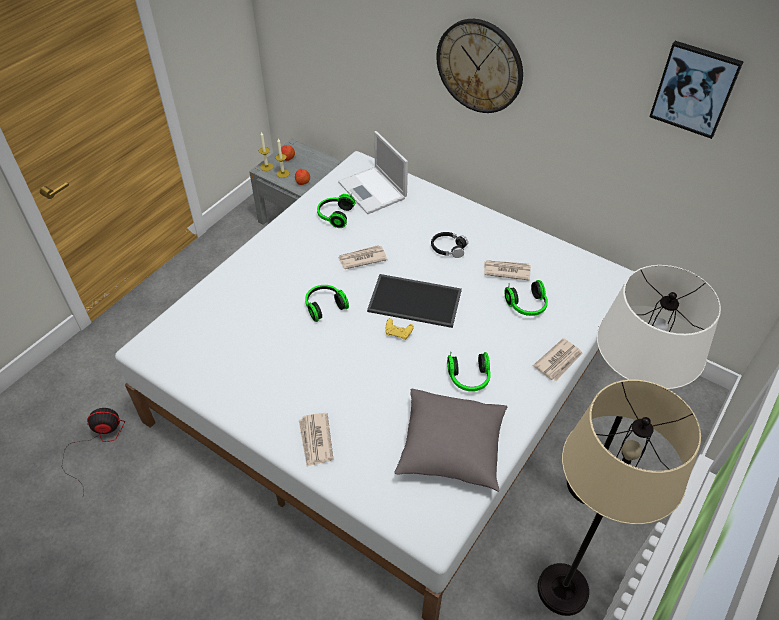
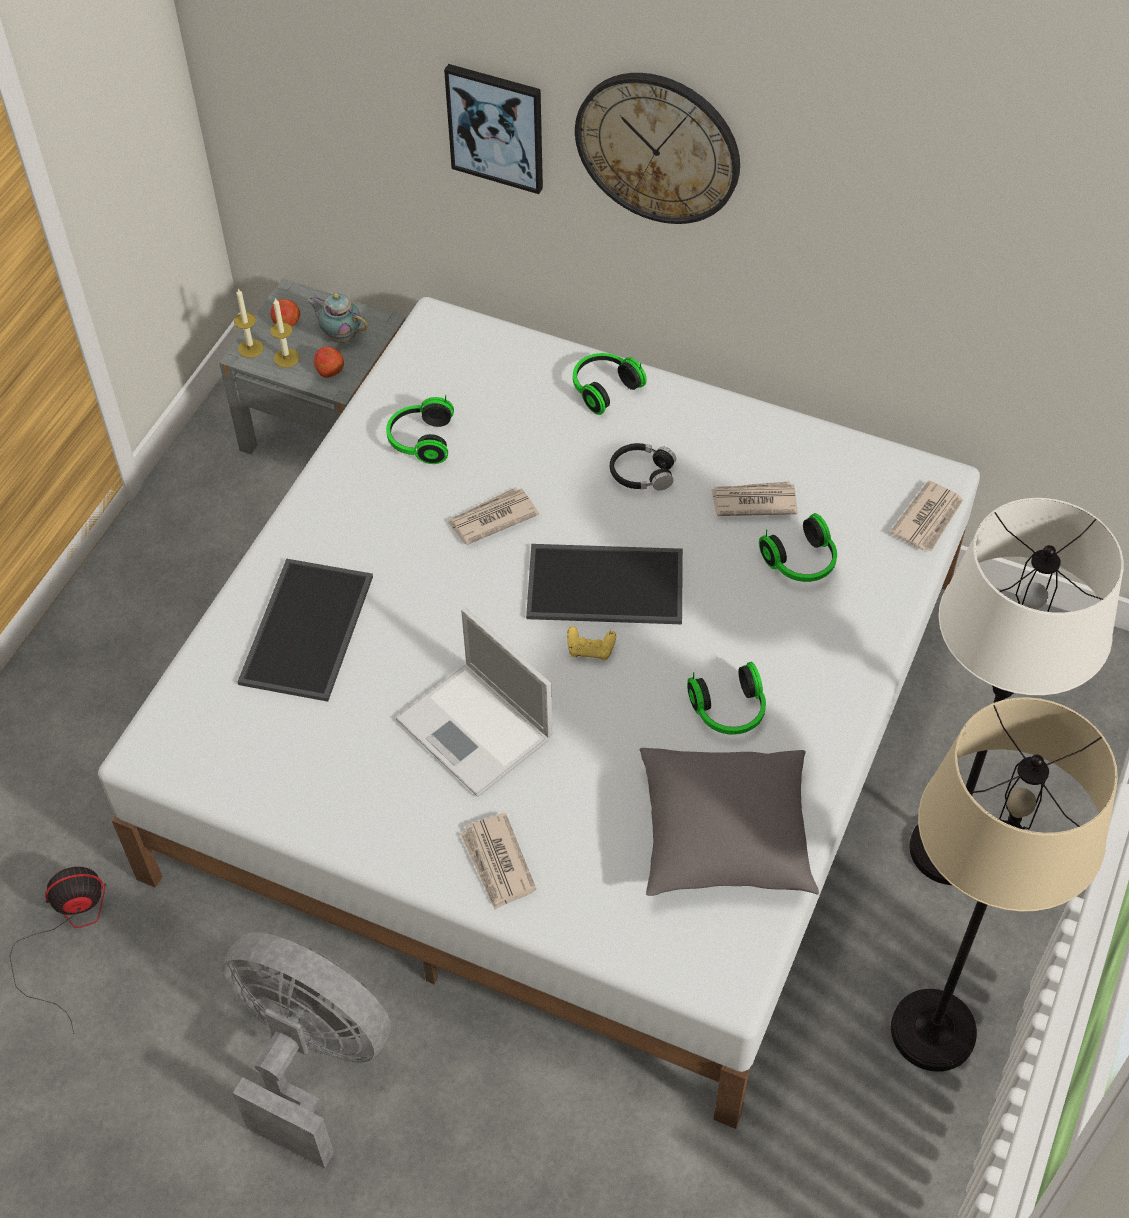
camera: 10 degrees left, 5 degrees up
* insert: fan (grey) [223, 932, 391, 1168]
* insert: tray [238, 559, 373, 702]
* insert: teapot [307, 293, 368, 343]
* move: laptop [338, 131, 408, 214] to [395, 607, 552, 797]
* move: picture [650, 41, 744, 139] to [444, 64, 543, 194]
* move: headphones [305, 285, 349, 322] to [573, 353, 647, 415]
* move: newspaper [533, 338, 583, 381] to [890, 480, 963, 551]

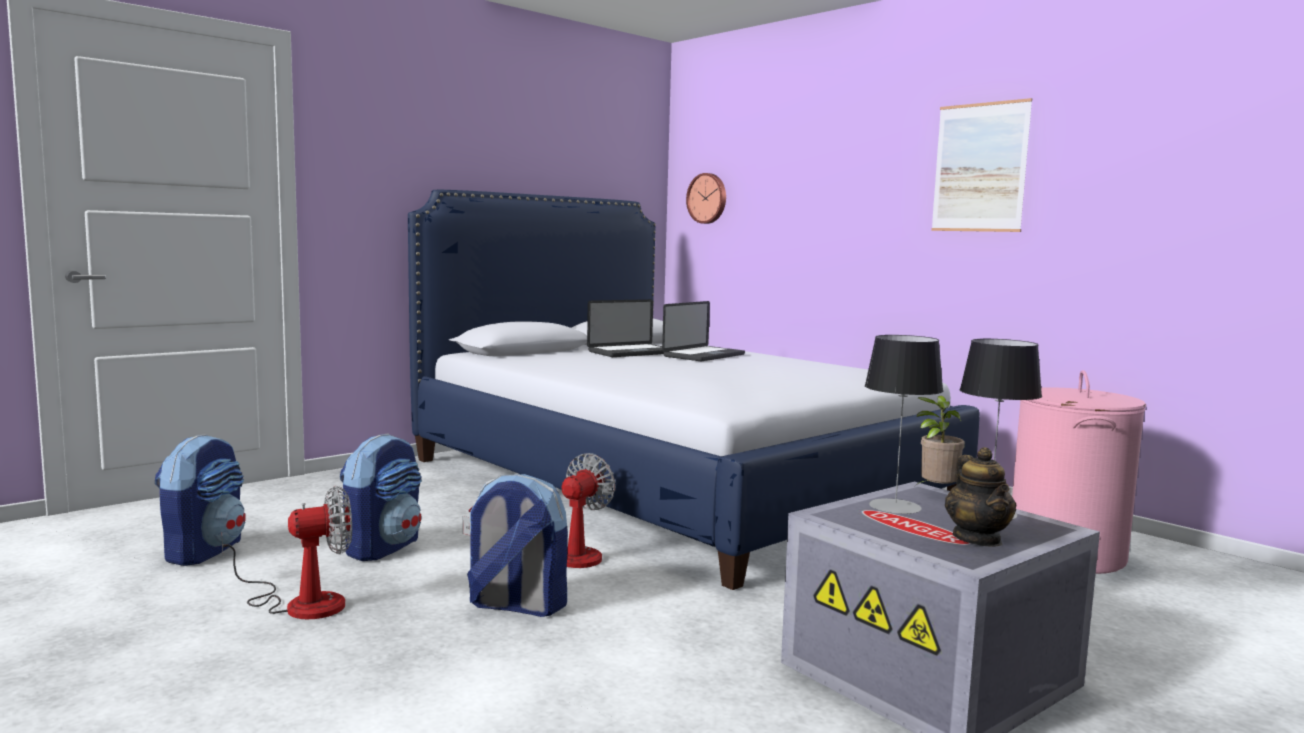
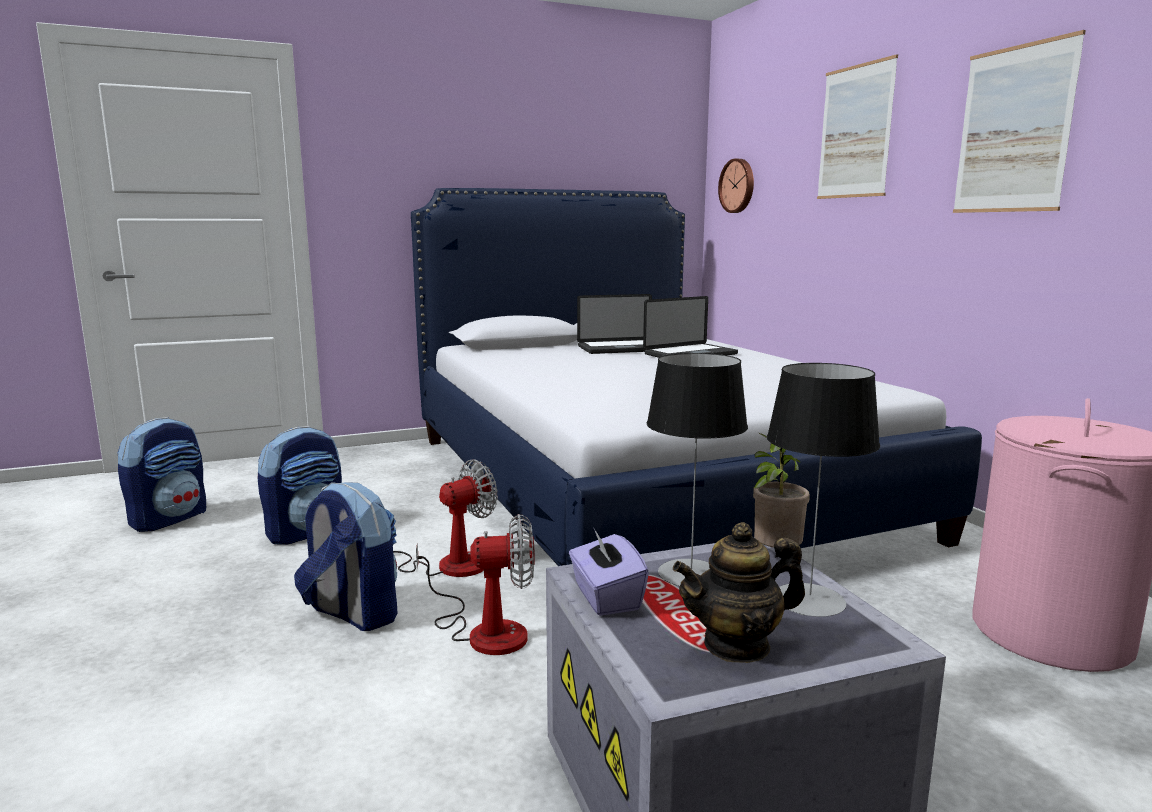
camera: 20 degrees right, 5 degrees up
* move: fan [221, 486, 352, 619] to [416, 514, 535, 655]
* insert: tissue box (purple) [569, 529, 649, 616]
* rotate: teapot [945, 447, 1017, 547] = [673, 522, 805, 663] 60 degrees clockwise
* insert: picture [817, 54, 898, 199]

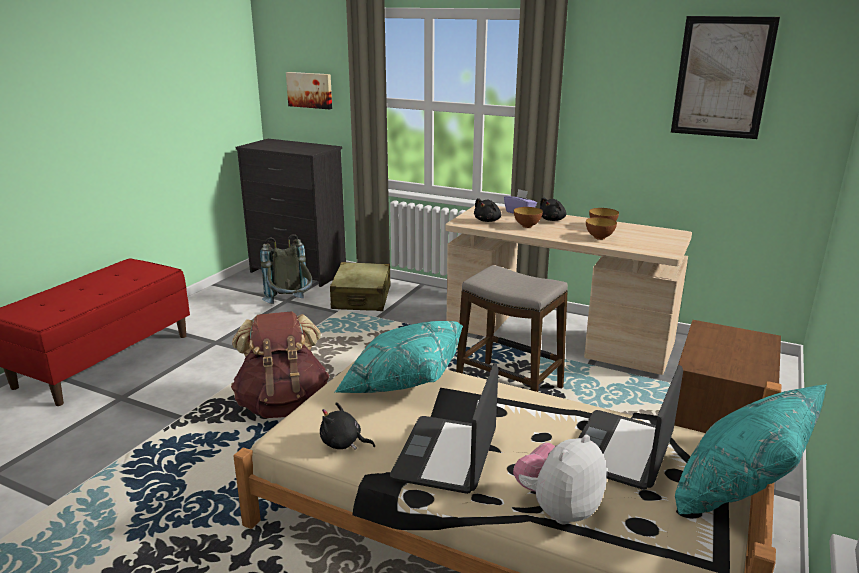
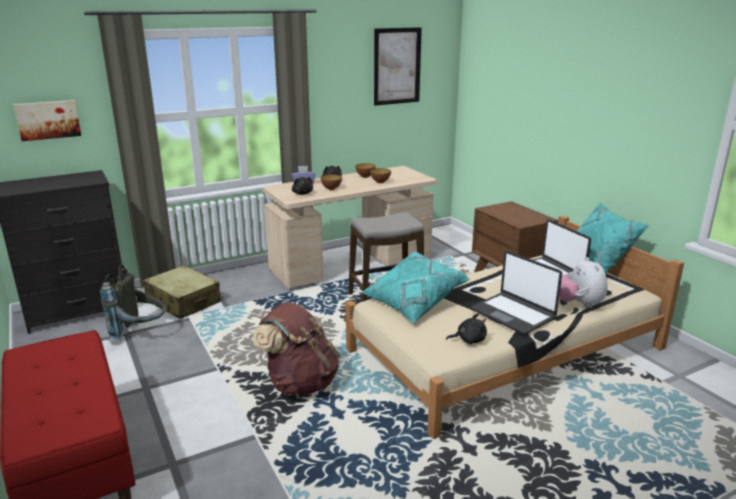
camera: 55 degrees left, 0 degrees up
* rotate: plush toy (black) [320, 402, 375, 450] = [446, 313, 487, 344] 150 degrees counterclockwise

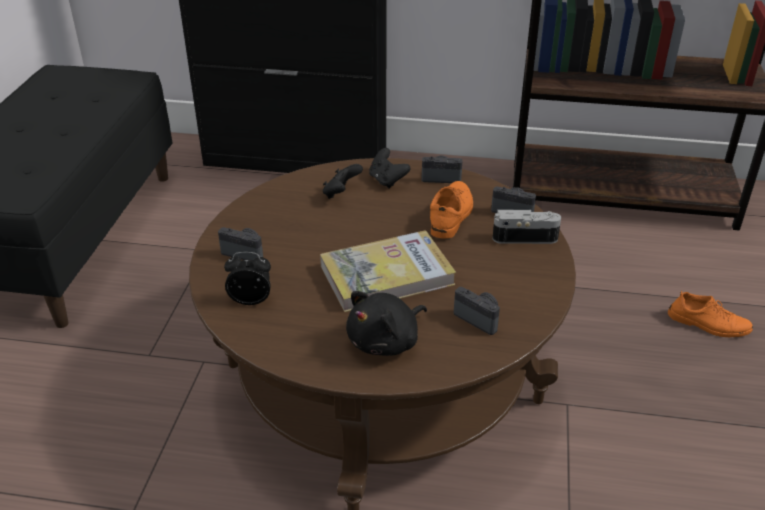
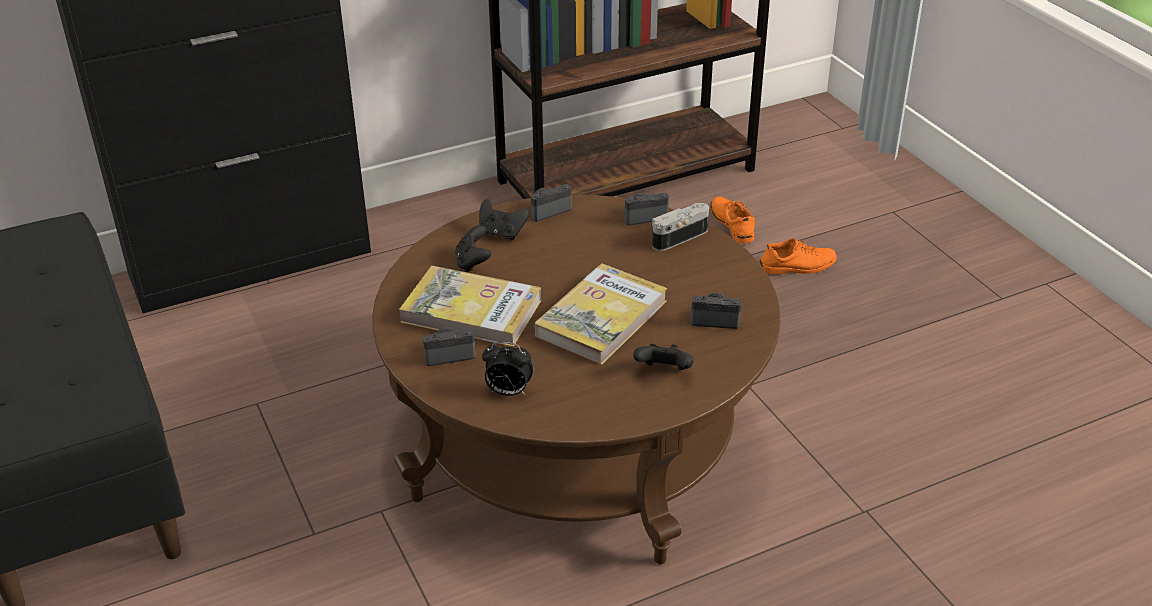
camera: 35 degrees left, 0 degrees up
* insert: book [399, 266, 541, 347]
* rotate: alarm clock [224, 252, 271, 305] = [482, 342, 533, 396] 135 degrees counterclockwise
* replace: plush toy (black) [346, 291, 427, 356] to game controller (black) [633, 344, 694, 370]
* move: shoe (orange) [430, 181, 473, 239] to [711, 197, 755, 244]

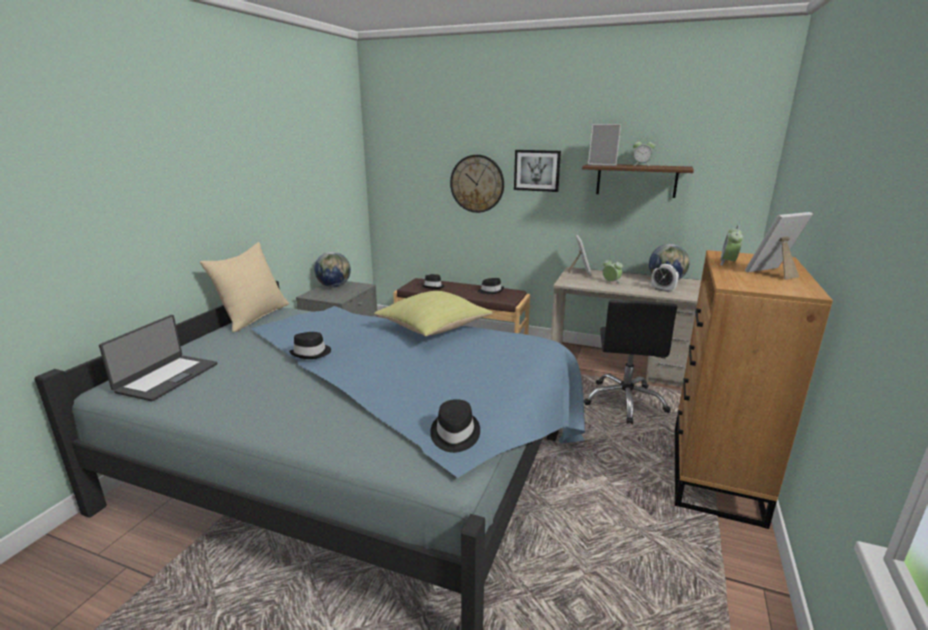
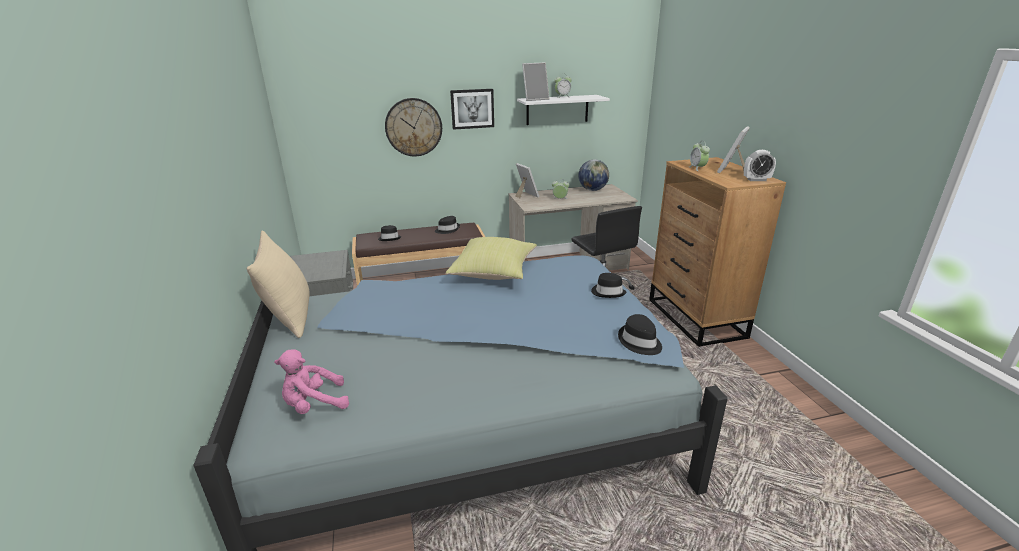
camera: 35 degrees left, 5 degrees up
* replace: laptop [99, 315, 217, 401] to plush toy (pink) [274, 349, 349, 414]
* recolor: shelf (brown) [582, 164, 694, 198] to shelf (white) [517, 95, 610, 125]
* move: hat (black) [289, 332, 331, 359] to [591, 273, 627, 298]
* move: alarm clock [651, 264, 679, 292] to [744, 150, 776, 181]
* delete: globe [314, 252, 351, 287]

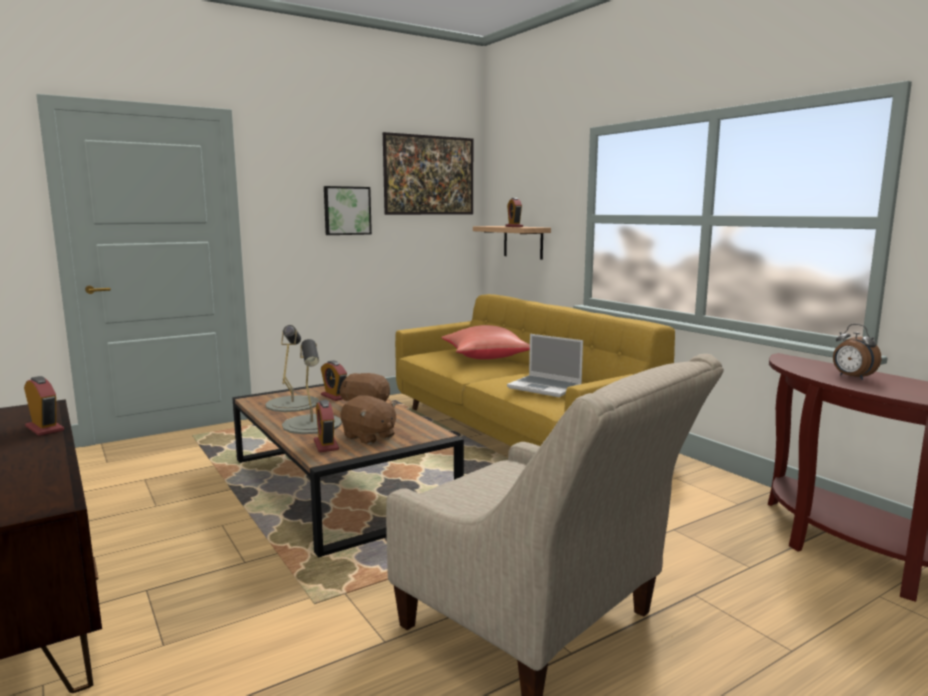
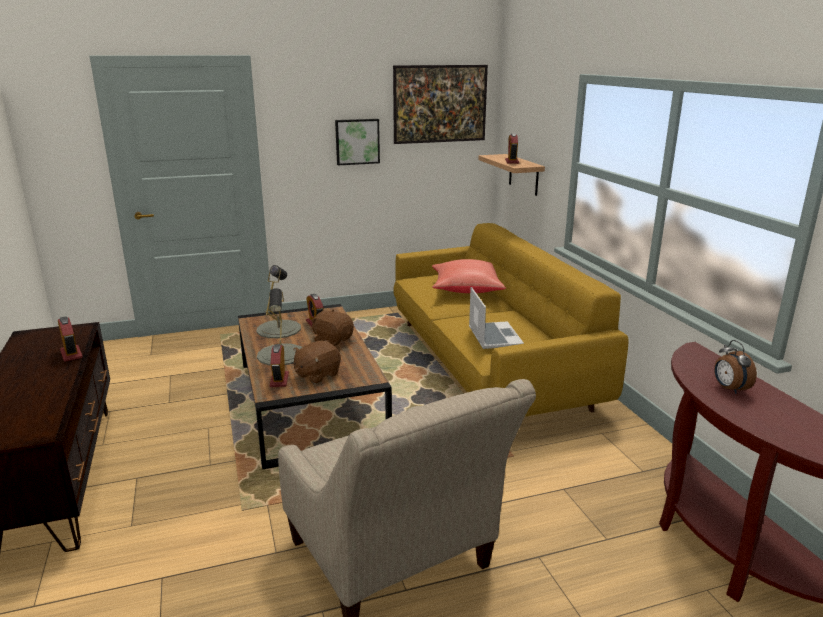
camera: 15 degrees right, 10 degrees up
* rotate: plush toy (brown) [340, 395, 397, 445] = [293, 341, 341, 384] 75 degrees clockwise
* rotate: laptop [507, 334, 583, 397] = [469, 287, 524, 349] 150 degrees counterclockwise

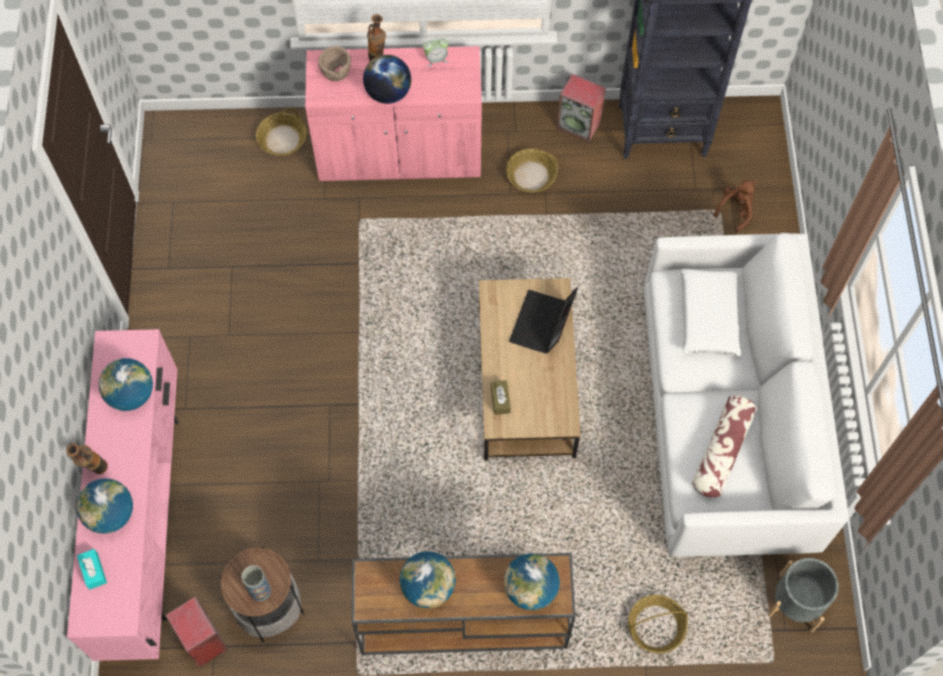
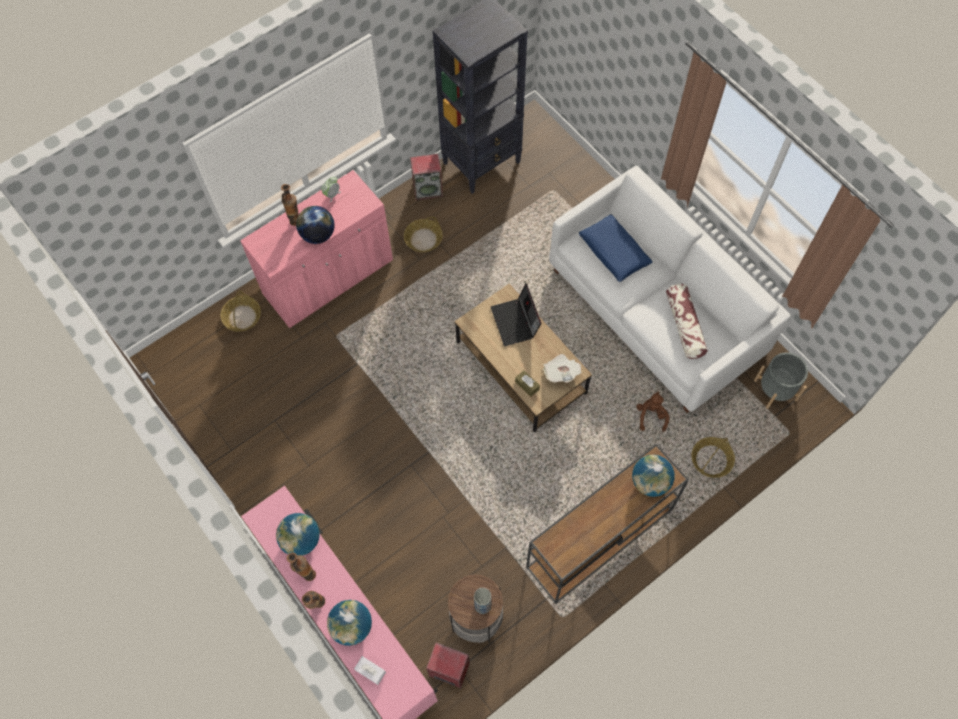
camera: 35 degrees left, 0 degrees up
* insert: vase [287, 552, 316, 581]
* recolor: tissue box (turquoise) [77, 549, 107, 589] to tissue box (white) [354, 656, 386, 685]
* insert: newspaper [543, 354, 581, 383]
* recolor: pillow (white) [680, 269, 741, 356] to pillow (blue) [579, 215, 652, 282]
* move: plush toy (brown) [714, 180, 756, 232] to [636, 391, 669, 432]
* delete: bowl (brown) [318, 46, 351, 81]
* delete: globe [399, 551, 455, 608]

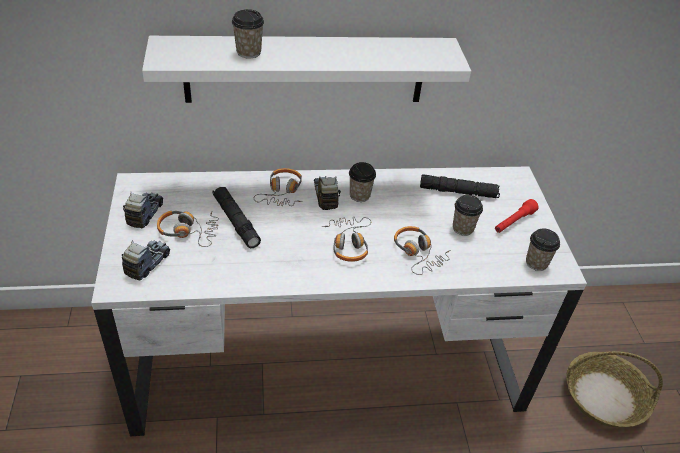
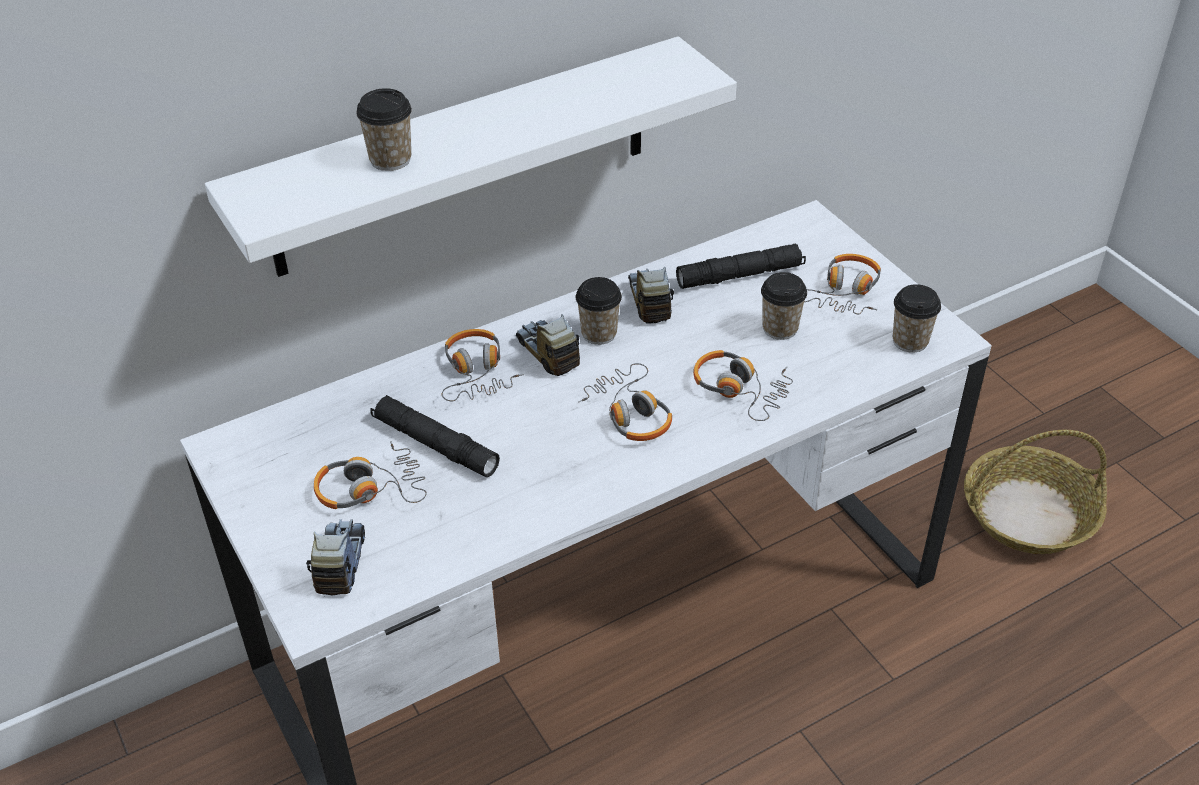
camera: 20 degrees left, 0 degrees up
* move: toy truck [123, 192, 163, 228] to [628, 267, 674, 324]
* replace: flashlight (red) [495, 199, 539, 233] to headphones [804, 254, 881, 314]

